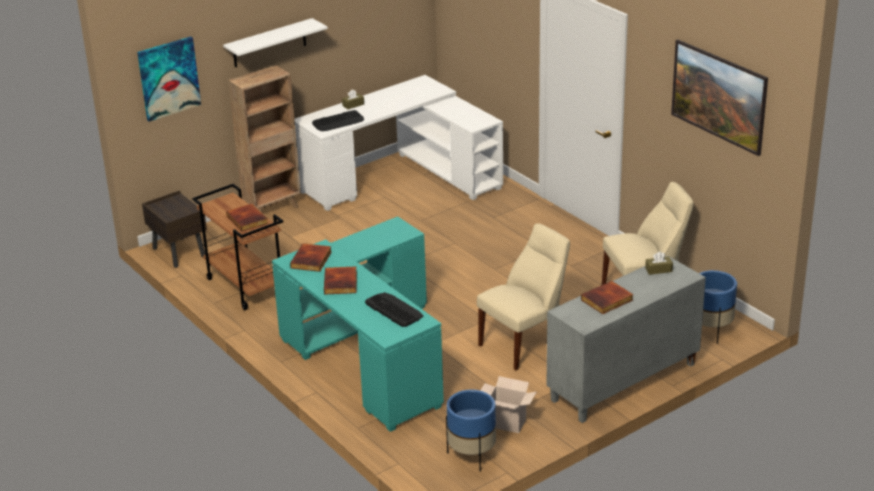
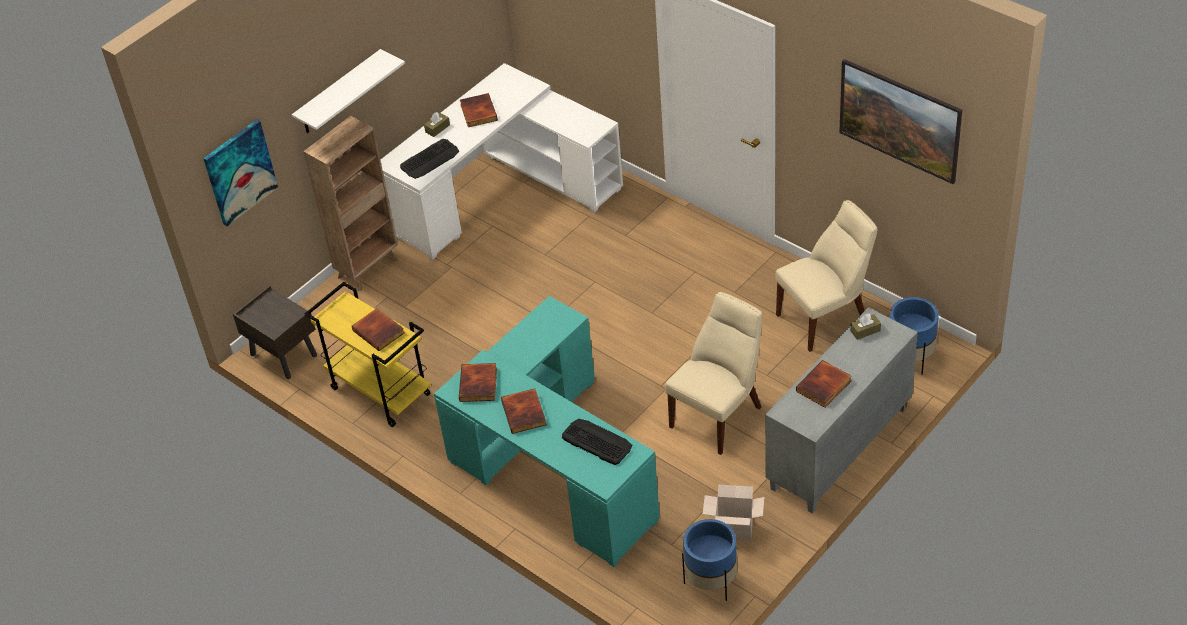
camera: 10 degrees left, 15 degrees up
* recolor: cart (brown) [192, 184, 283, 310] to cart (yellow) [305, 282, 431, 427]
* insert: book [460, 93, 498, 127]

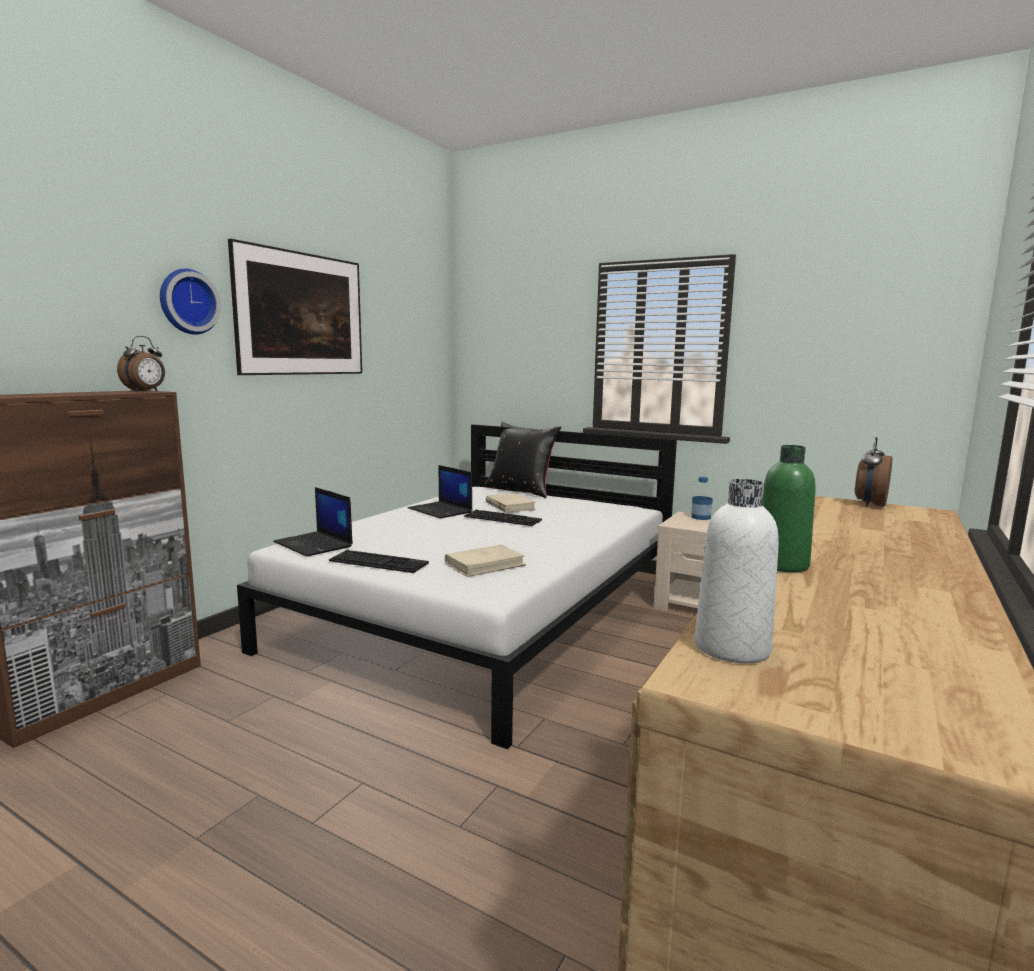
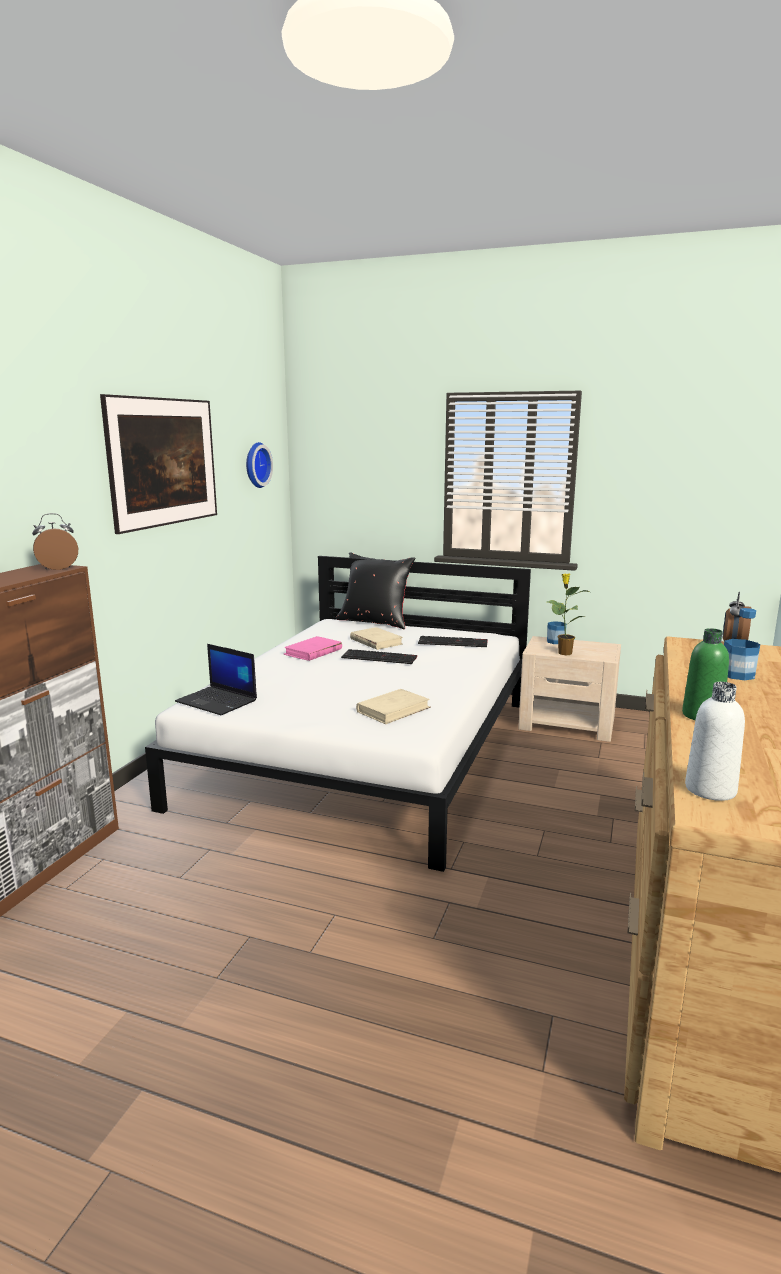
camera: 10 degrees left, 5 degrees up
* rotate: alarm clock [117, 336, 165, 392] = [32, 513, 78, 570] 135 degrees counterclockwise
* move: wall clock [160, 269, 221, 335] to [246, 442, 273, 488]
* replace: laptop [408, 465, 472, 518] to book (pink) [284, 636, 342, 661]
* move: keyboard [329, 550, 429, 573] to [418, 636, 488, 647]
* insert: potted plant [547, 573, 589, 655]
* insert: bottle [724, 608, 760, 680]

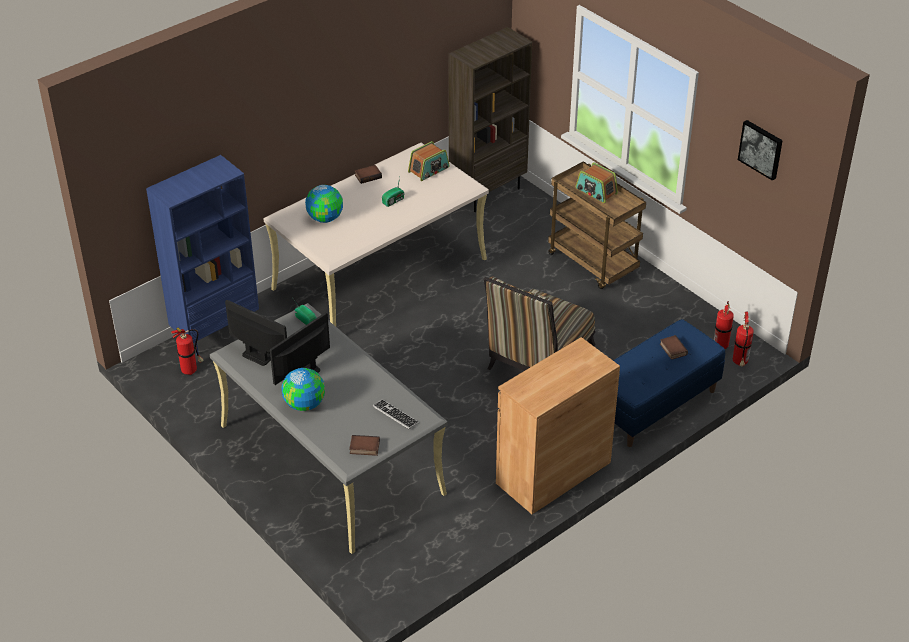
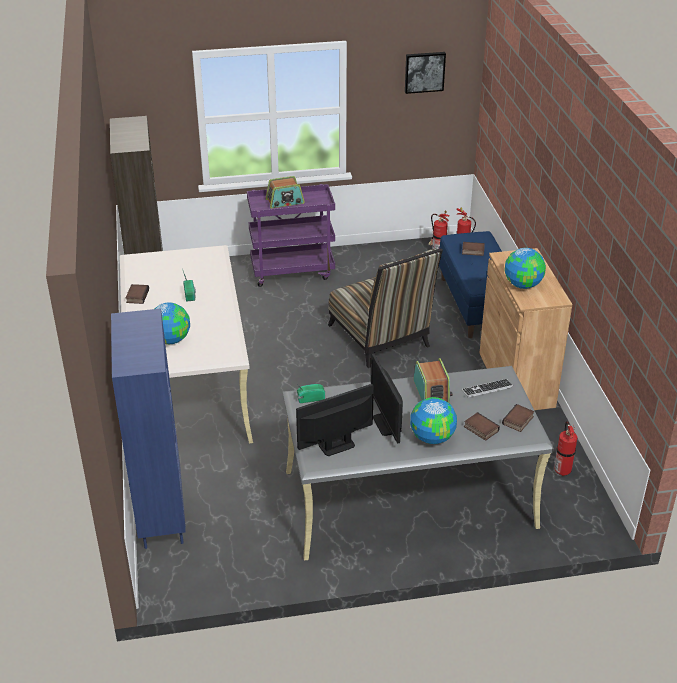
camera: 60 degrees left, 5 degrees down
* recolor: cart (brown) [548, 161, 646, 290] to cart (purple) [247, 184, 335, 287]
* move: radio [408, 141, 450, 181] to [413, 358, 453, 403]
* insert: book [464, 412, 500, 441]
* insert: globe [505, 248, 546, 289]
* move: fire extinguisher [171, 328, 203, 375] to [554, 421, 578, 476]

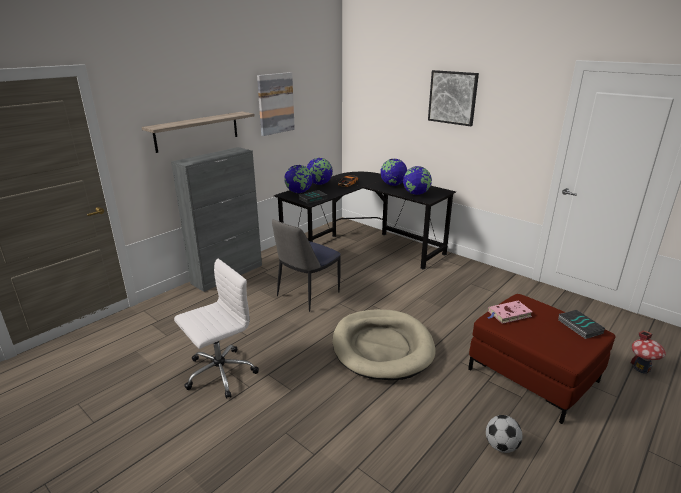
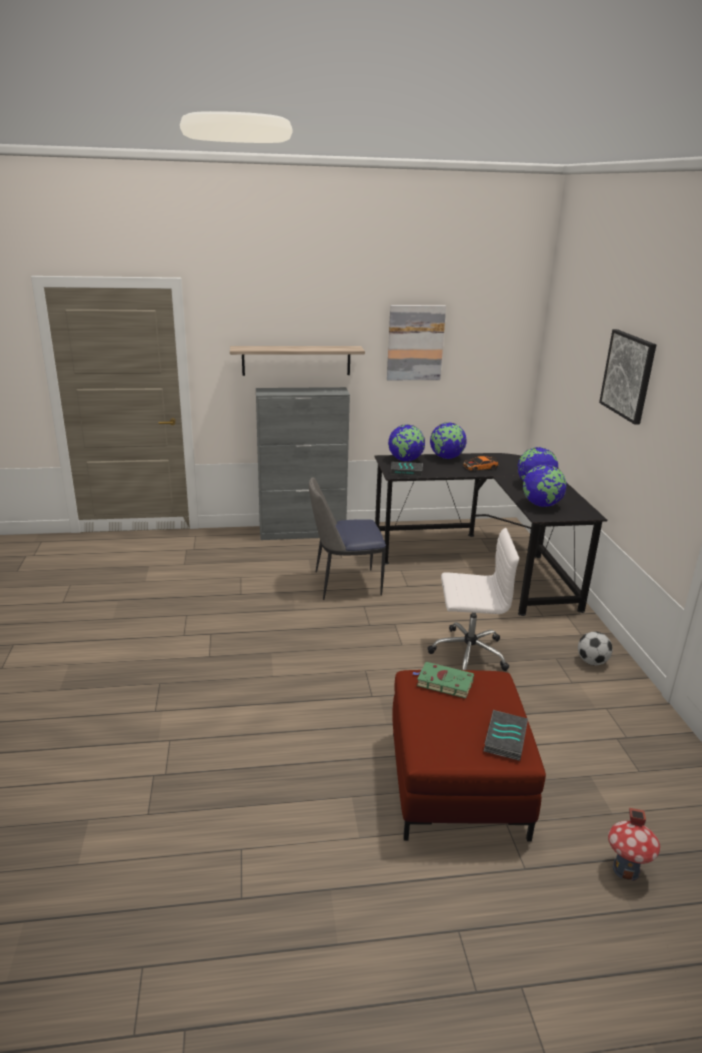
camera: 40 degrees right, 0 degrees up
* recolor: book (pink) [487, 301, 533, 324] to book (green) [413, 662, 474, 698]
* move: office chair (white) [174, 259, 259, 399] to [428, 528, 519, 671]
* move: football [486, 415, 522, 453] to [578, 632, 612, 665]
* delete: dog bed (beige) [332, 309, 435, 380]

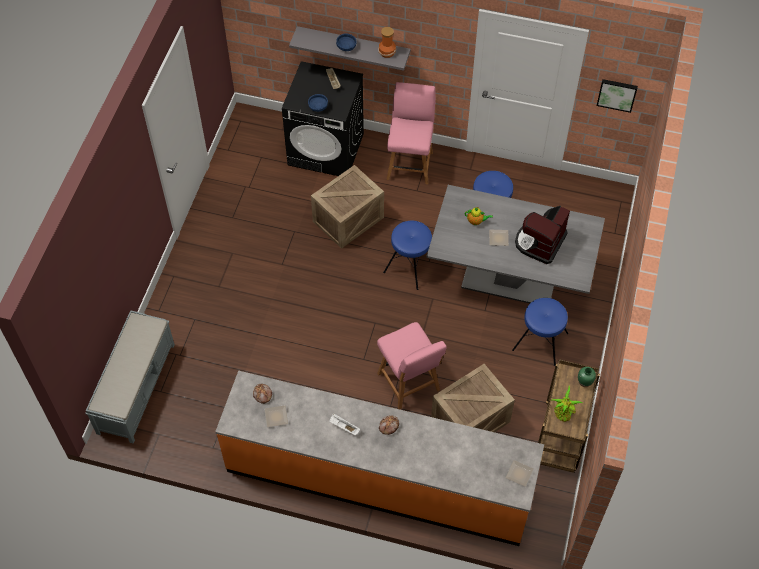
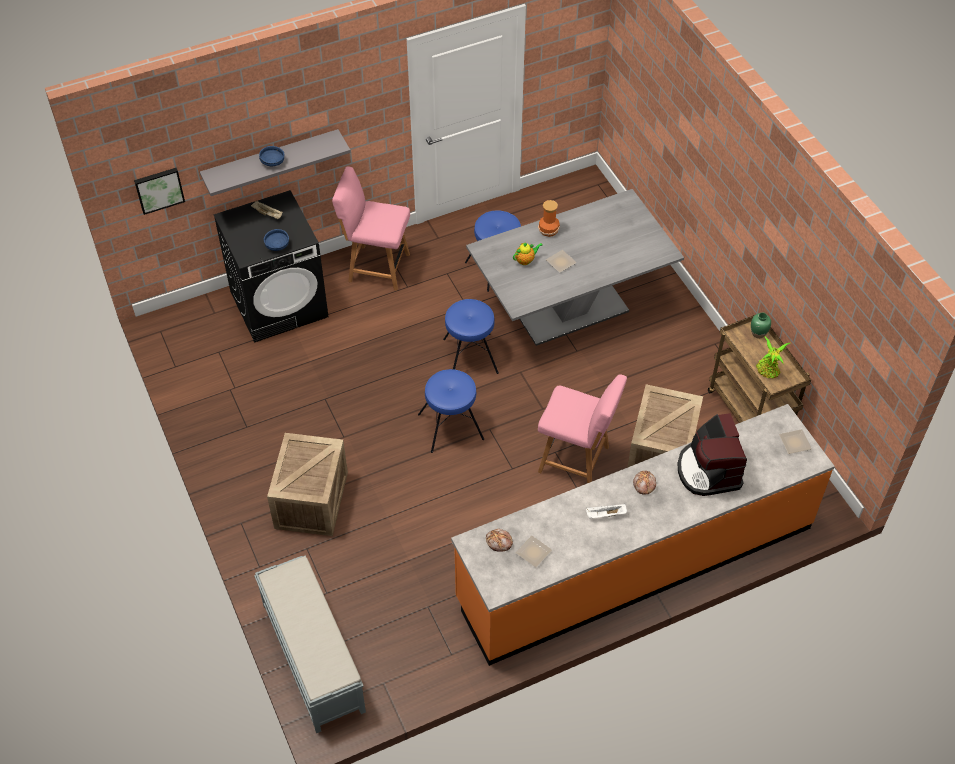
camera: 40 degrees left, 5 degrees down
* move: picture [596, 79, 638, 113] to [134, 168, 185, 215]
* move: crate [311, 165, 384, 249] to [267, 433, 348, 536]
* rotate: chair (pink) [386, 82, 436, 185] = [332, 166, 410, 291] 45 degrees counterclockwise
* move: stool (blue) [512, 298, 568, 366] to [418, 369, 484, 453]
* move: vase [378, 27, 396, 58] to [538, 200, 560, 237]
* move: coffee machine [515, 206, 570, 264] to [677, 413, 747, 496]

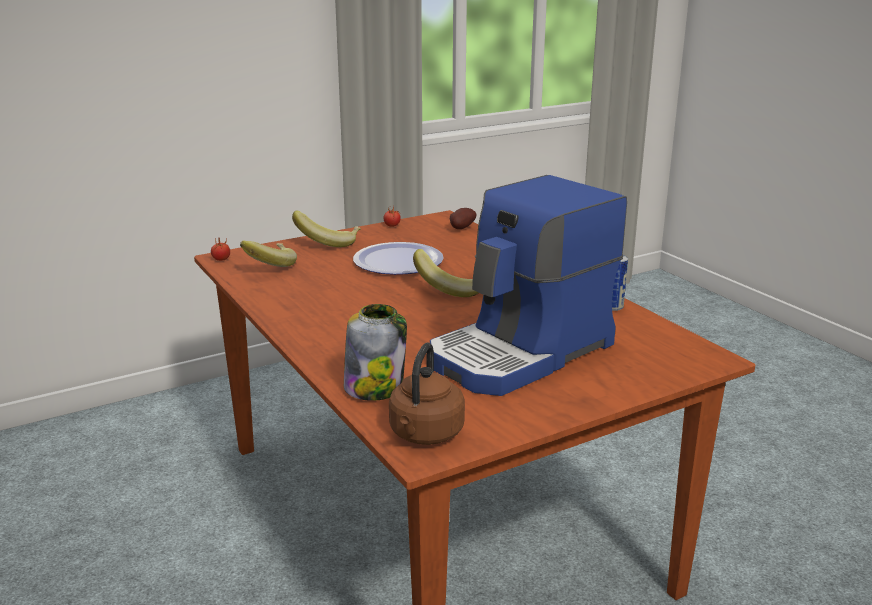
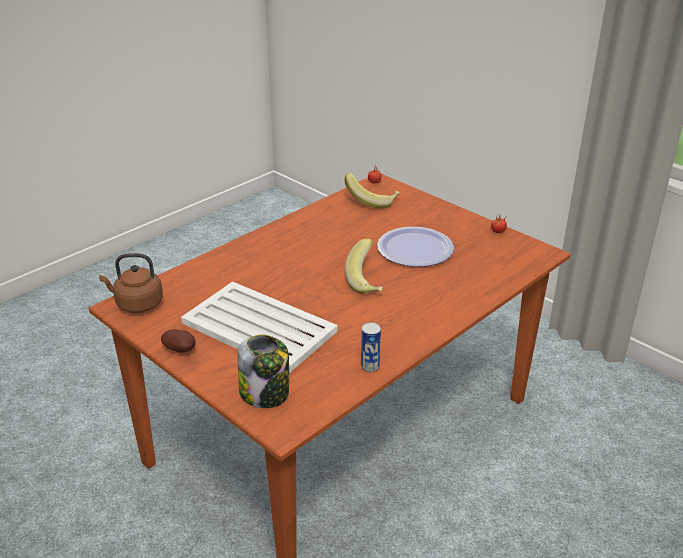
camera: 75 degrees right, 10 degrees up
* move: potato [450, 208, 477, 229] to [161, 329, 196, 353]
* replace: coffee machine [430, 175, 627, 396] to tray (white) [181, 282, 338, 373]
* move: jar [344, 304, 407, 401] to [238, 334, 289, 408]
* delete: banana [292, 211, 361, 247]

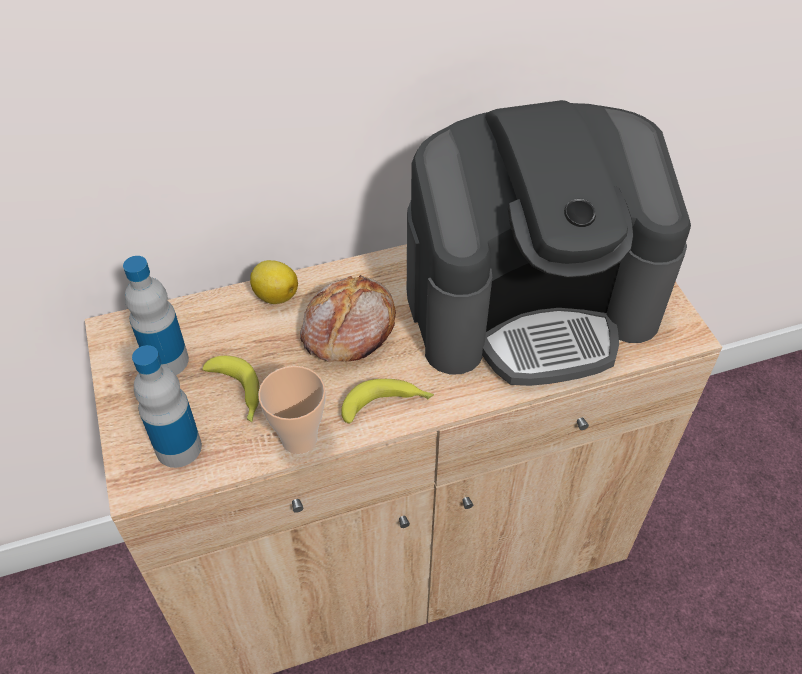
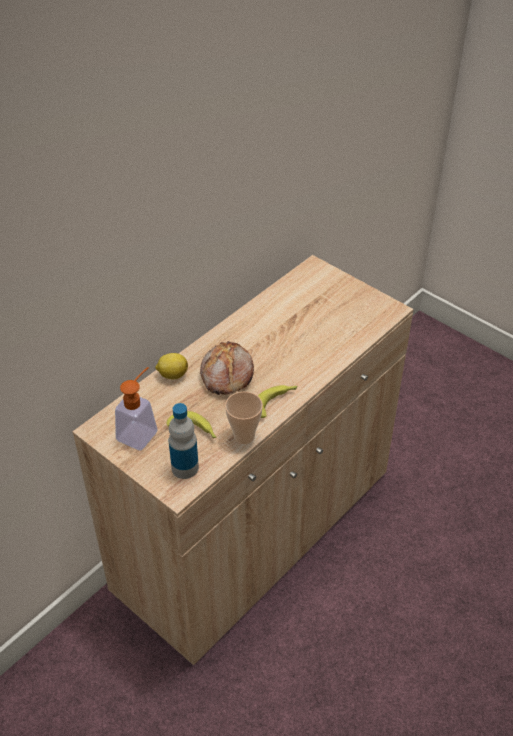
camera: 30 degrees left, 5 degrees down
* replace: bottle [123, 256, 189, 375] to soap dispenser [115, 367, 158, 451]
* delete: coffee machine [407, 100, 691, 386]

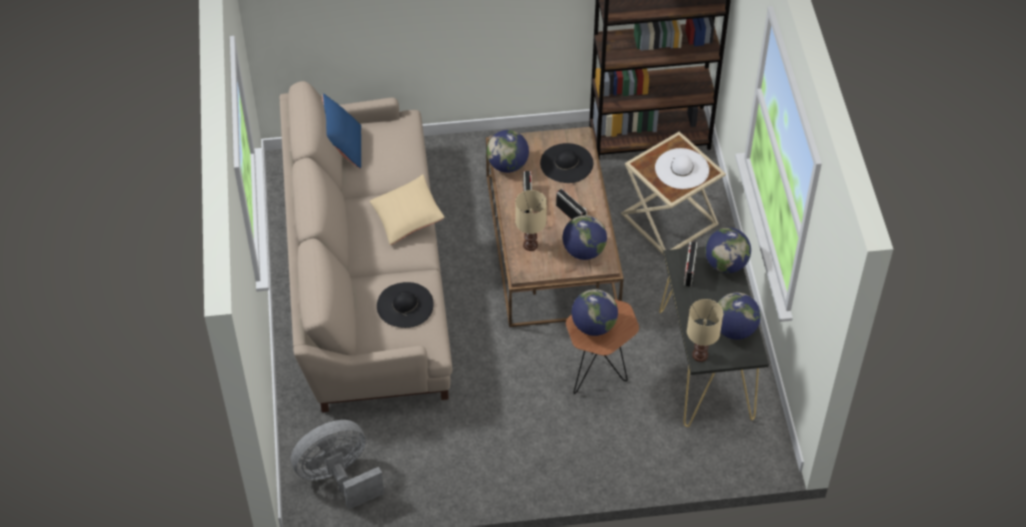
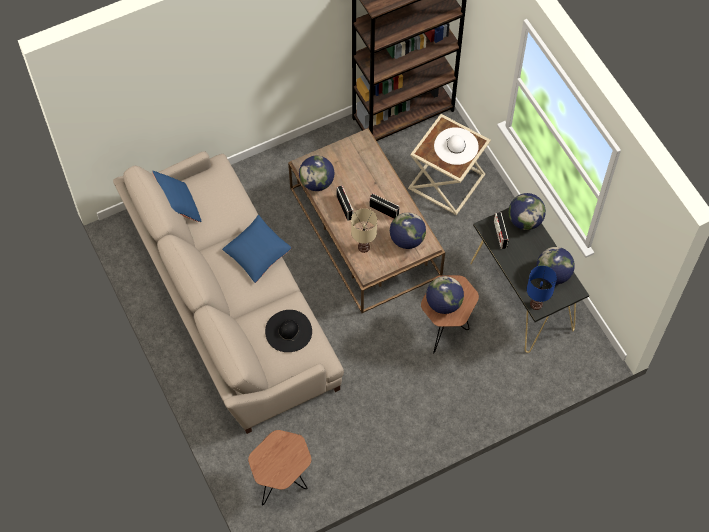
camera: 20 degrees left, 10 degrees up
* recolor: pillow (beige) [370, 174, 445, 245] to pillow (blue) [222, 215, 292, 283]
* replace: fan (grey) [291, 420, 384, 509] to side table (brown) [248, 430, 311, 506]
* recolor: table lamp (beige) [687, 299, 723, 362] to table lamp (blue) [527, 266, 557, 310]
* delete: hat (black) [540, 143, 593, 183]

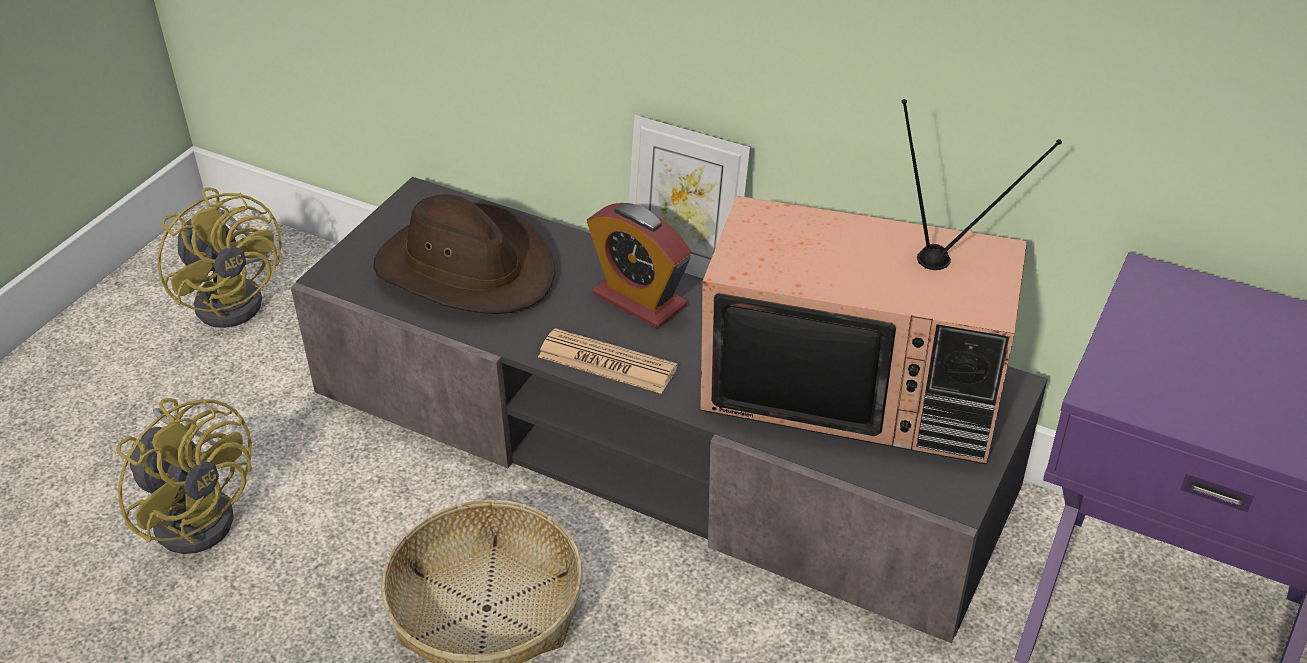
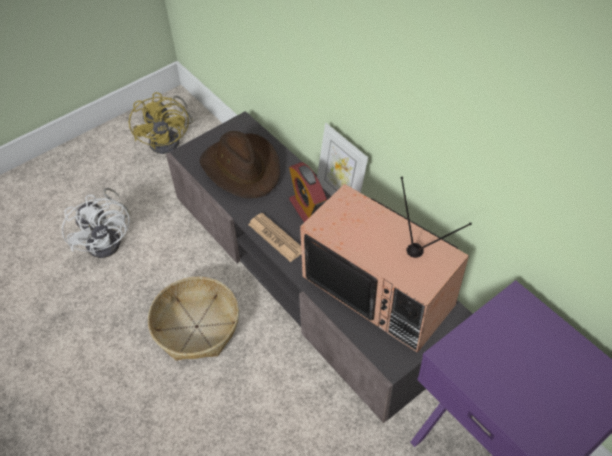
camera: 25 degrees right, 10 degrees up
* recolor: fan (yellow) [116, 397, 252, 554] to fan (white) [62, 188, 130, 258]

